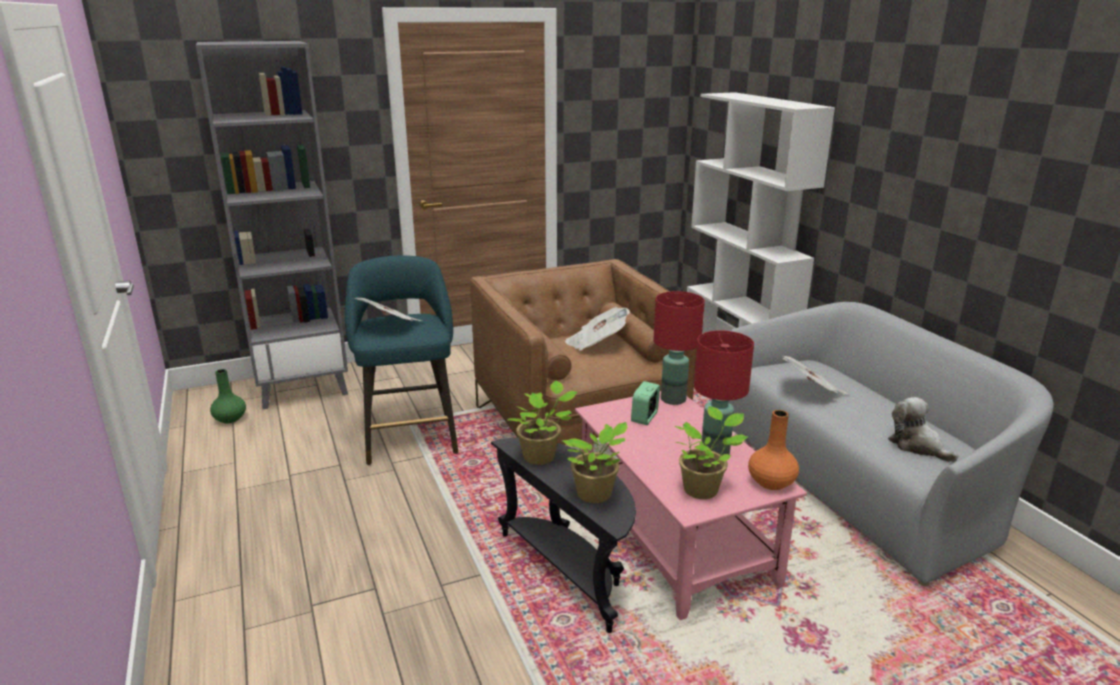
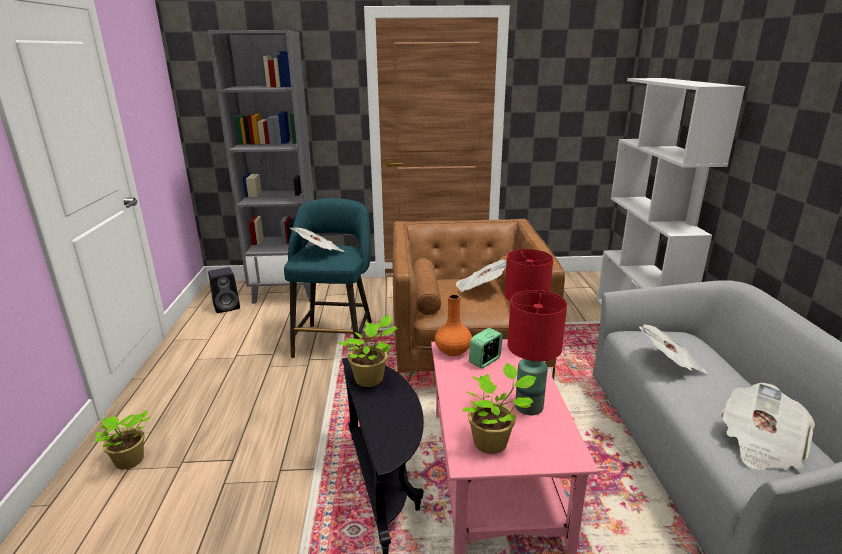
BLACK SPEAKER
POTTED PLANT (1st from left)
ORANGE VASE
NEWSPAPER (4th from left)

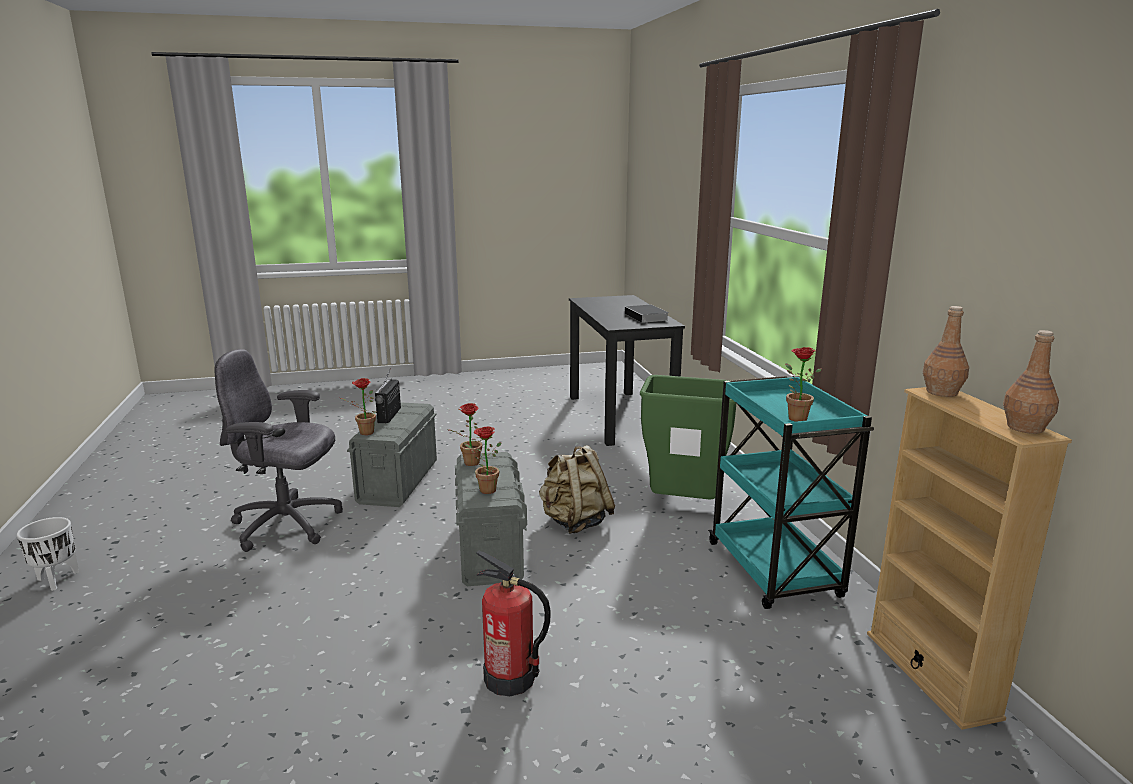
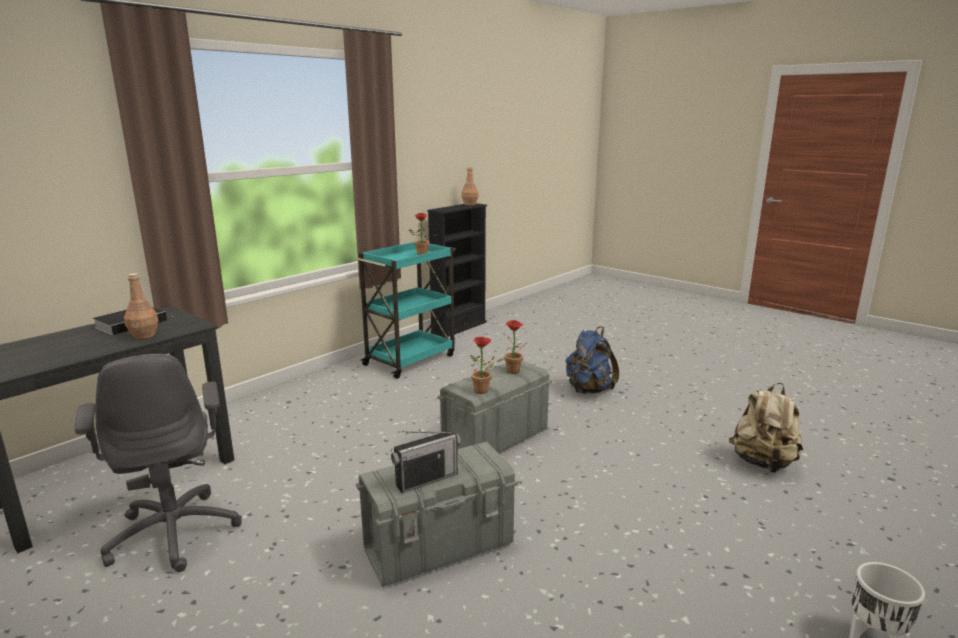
GREY OFFICE CHAIR
POTTED PLANT (1st from left in the first image)
BLUE BACKPACK
BEIGE BACKPACK
GREEN TRASH CAN
BLACK BOOKCASE
BROWN BOTTLE (1st from left)

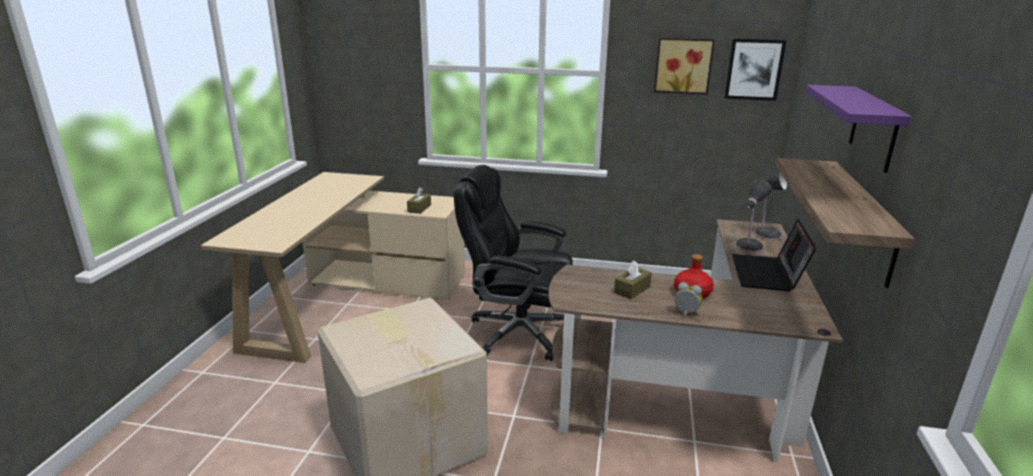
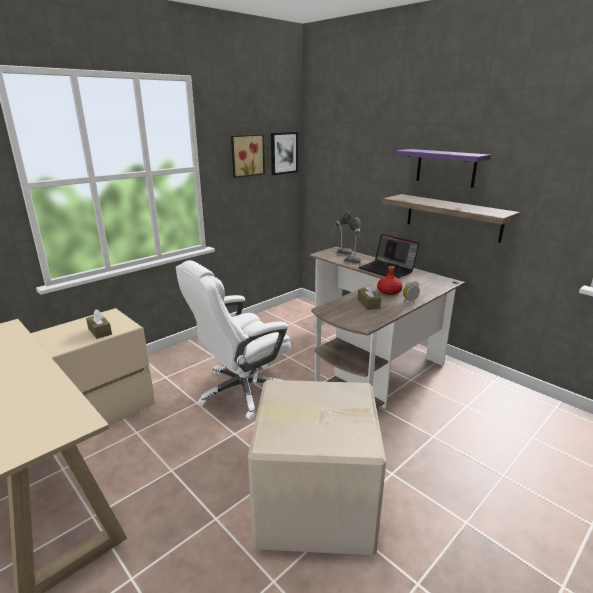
WHITE OFFICE CHAIR

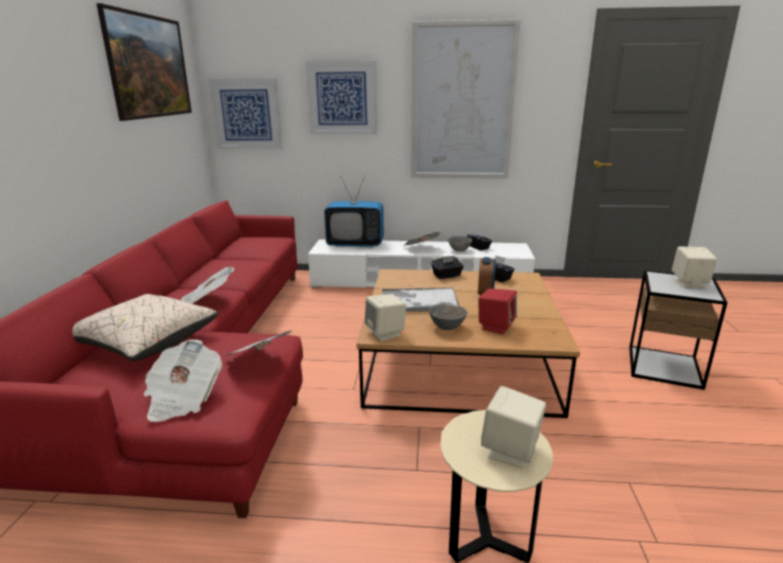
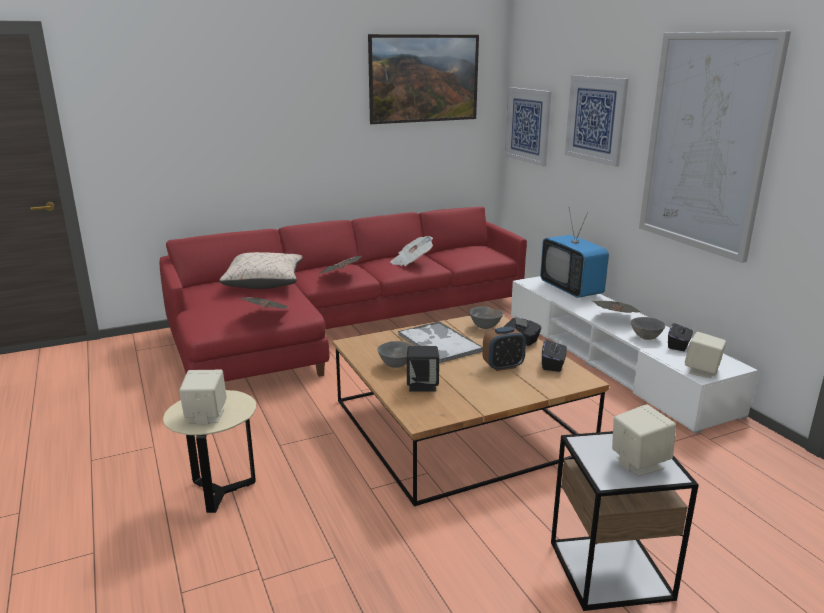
NEWSPAPER (3rd from left)
BEIGE SPEAKER (3rd from left)
BLACK SPEAKER
GREY BOWL (2nd from left)

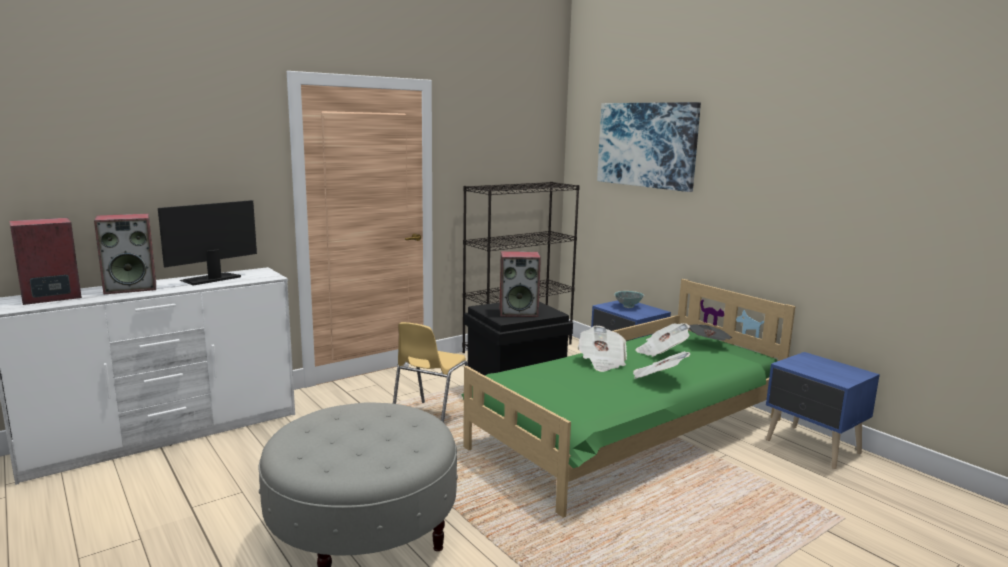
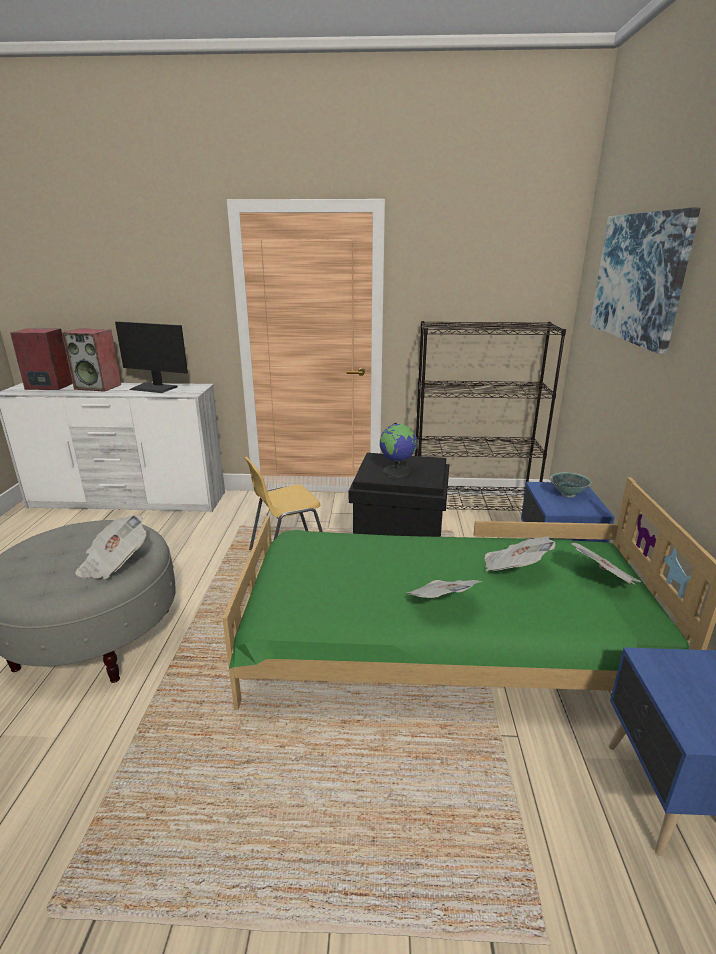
MONITOR
GLOBE
NEWSPAPER (1st from left)

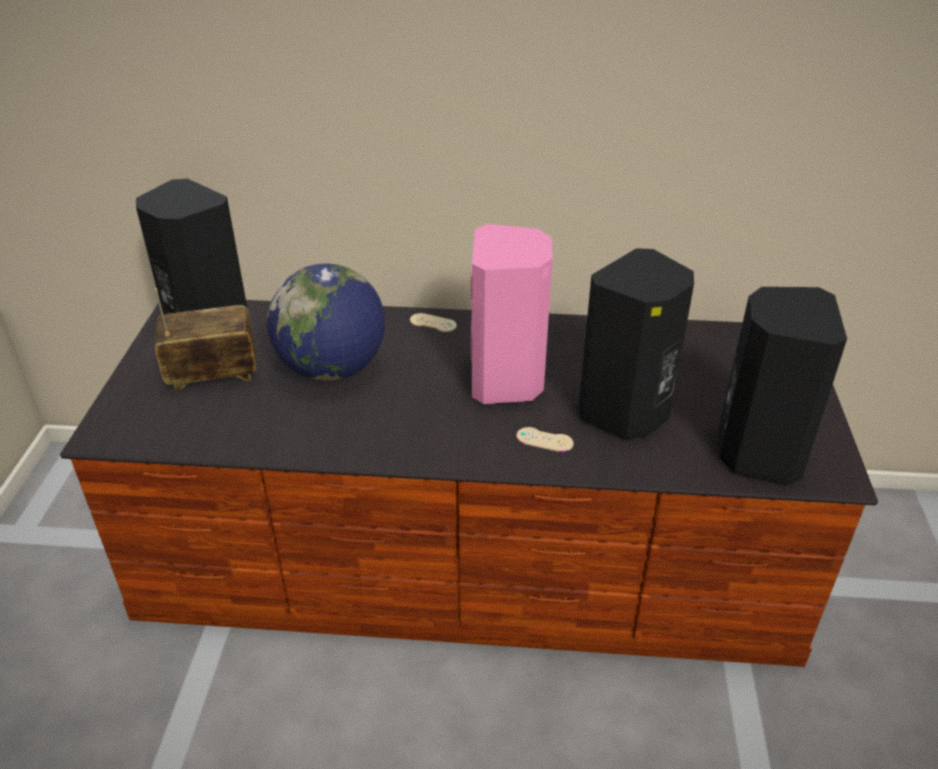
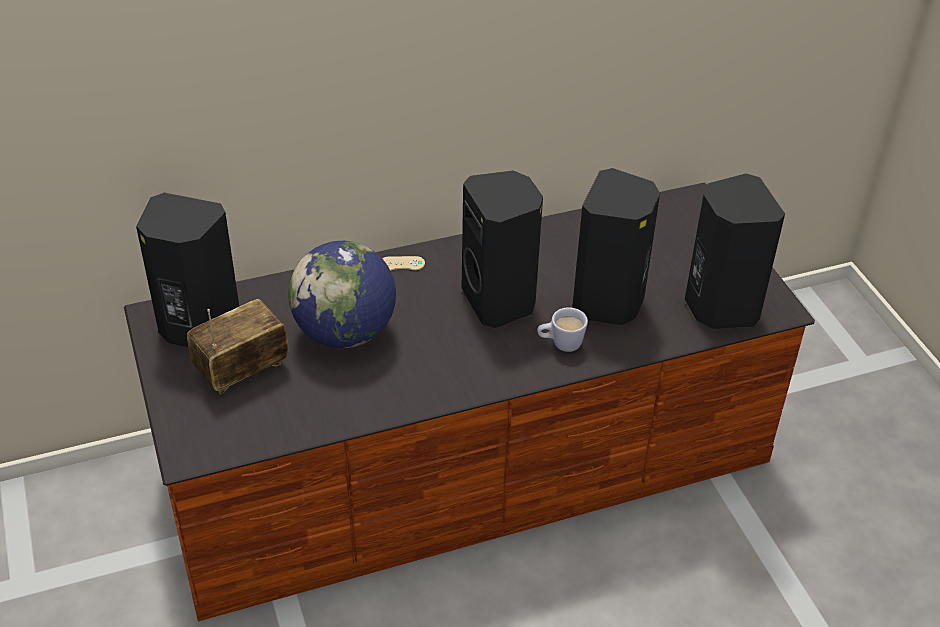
BLACK SPEAKER (2nd from left)
WHITE MUG

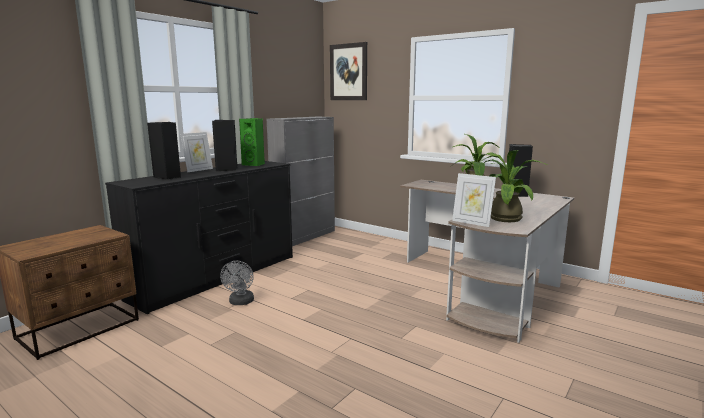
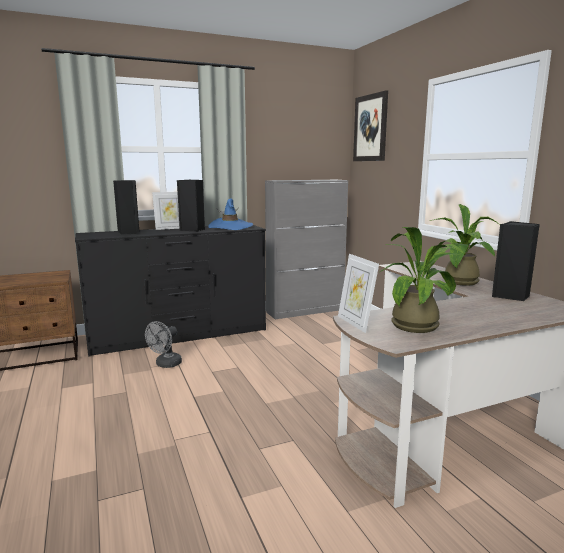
BLUE HAT

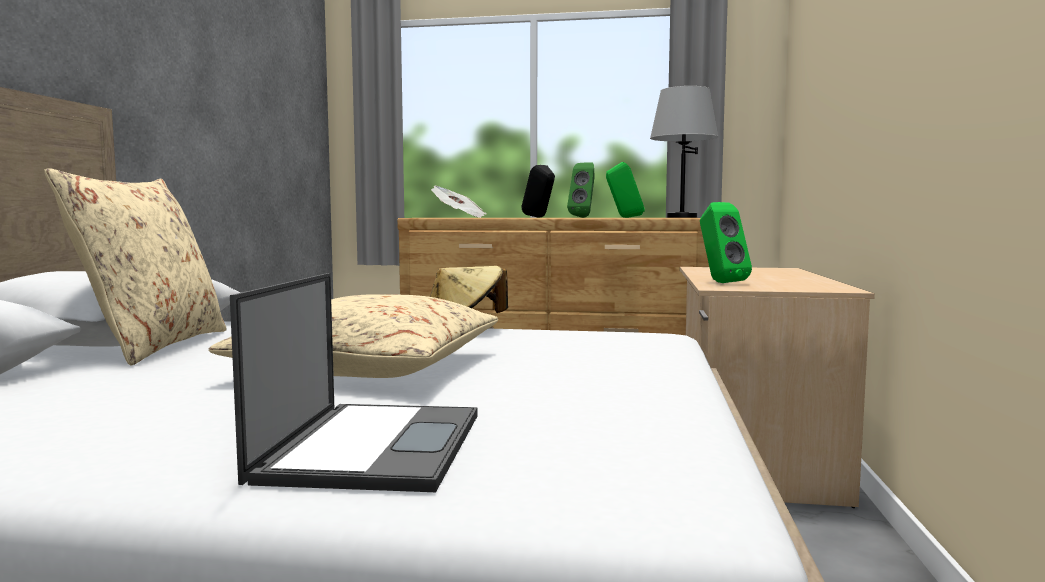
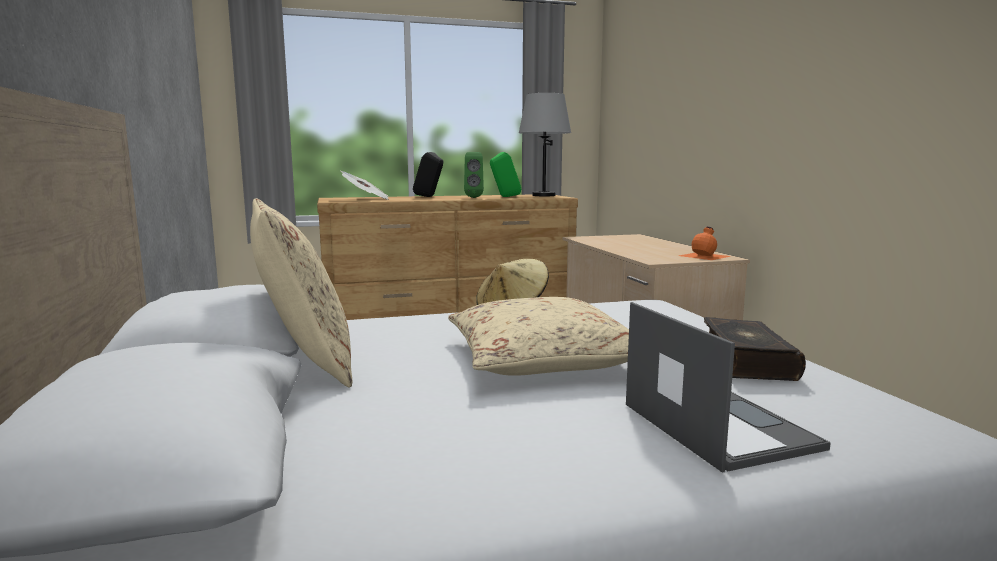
GREEN SPEAKER (3rd from left in the first image)
ORANGE BOTTLE
BOOK

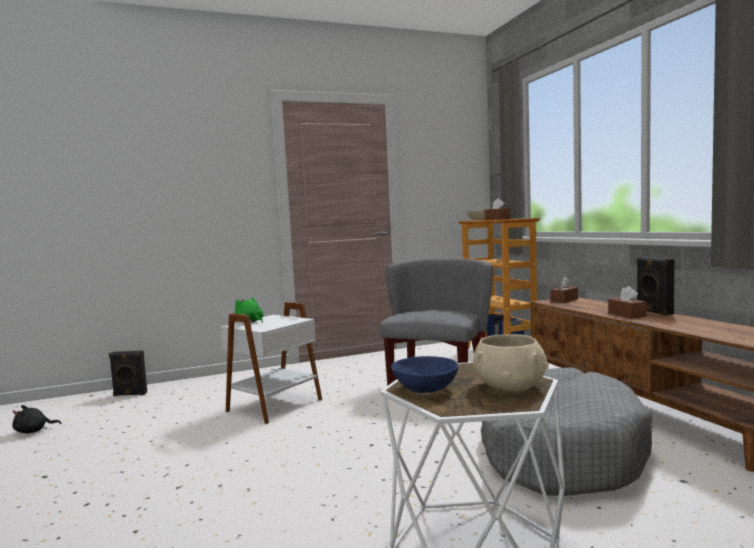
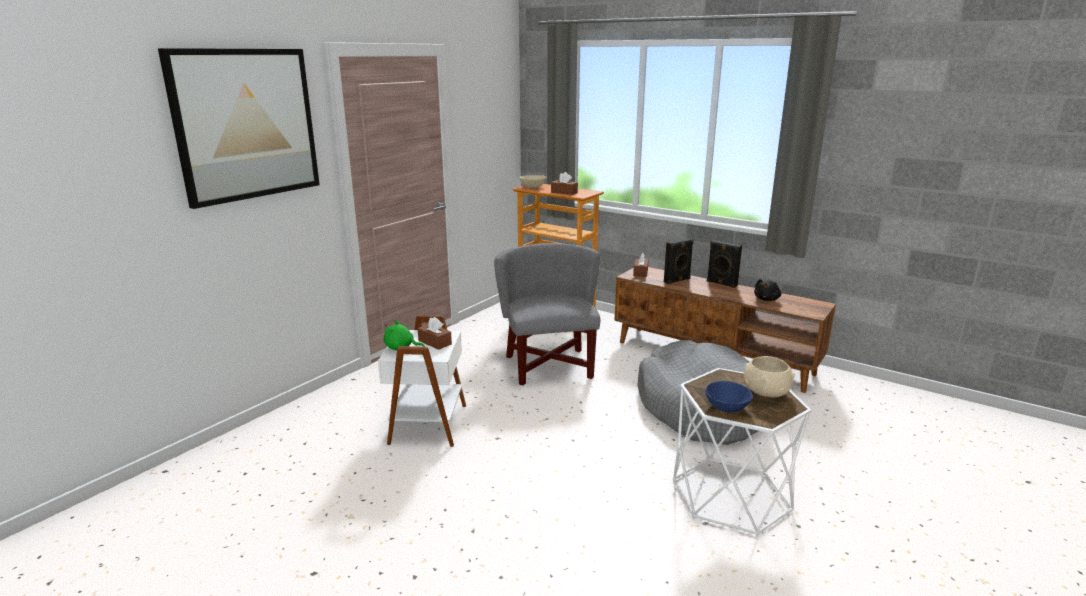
BLACK PLUSH TOY
BLACK SPEAKER (1st from left)
BROWN TISSUE BOX (1st from left)
PICTURE

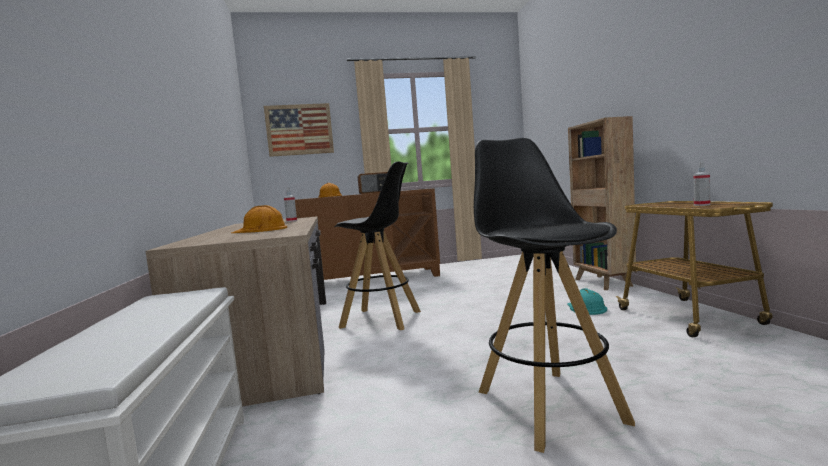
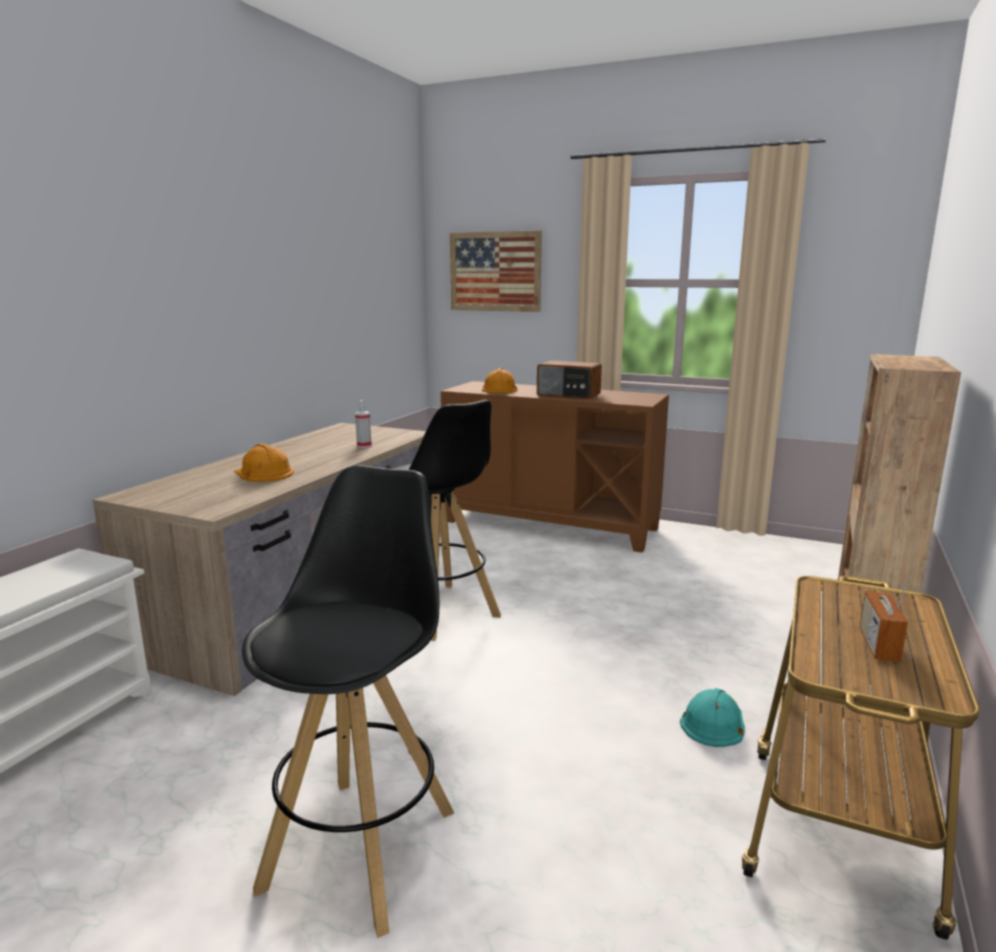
RADIO (2nd from left)

